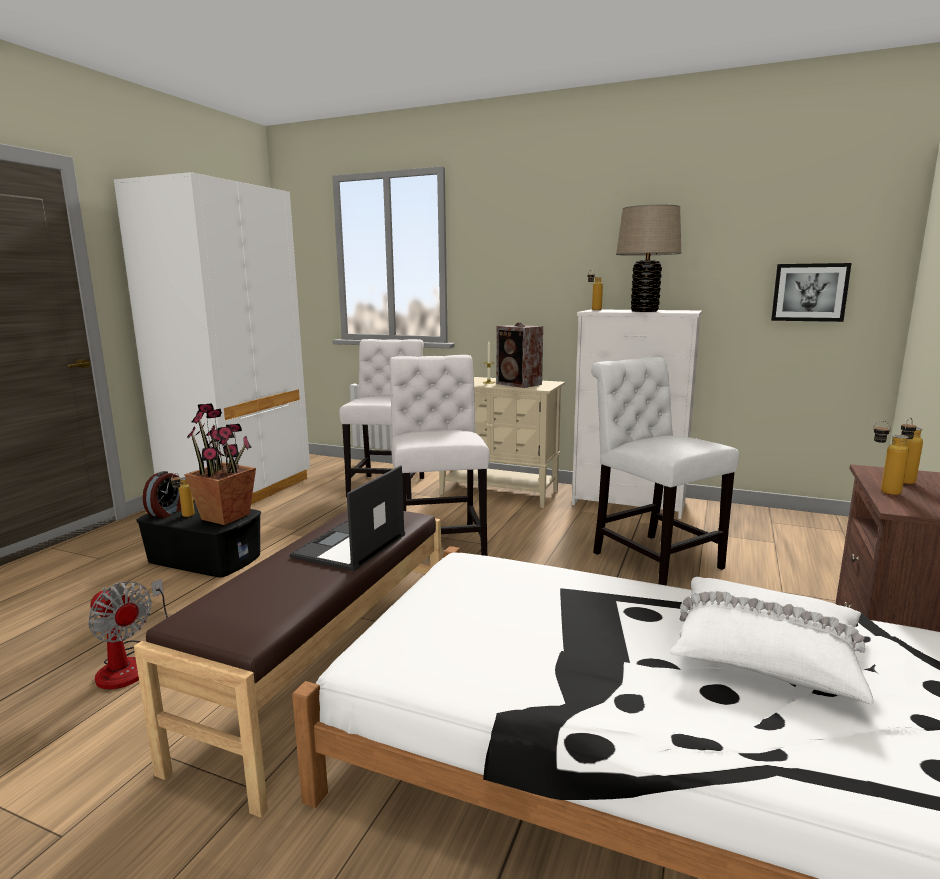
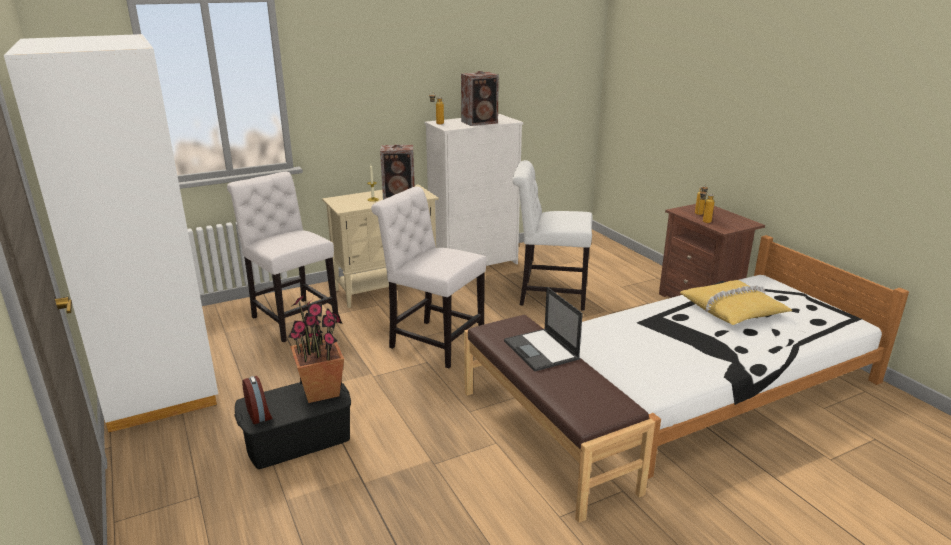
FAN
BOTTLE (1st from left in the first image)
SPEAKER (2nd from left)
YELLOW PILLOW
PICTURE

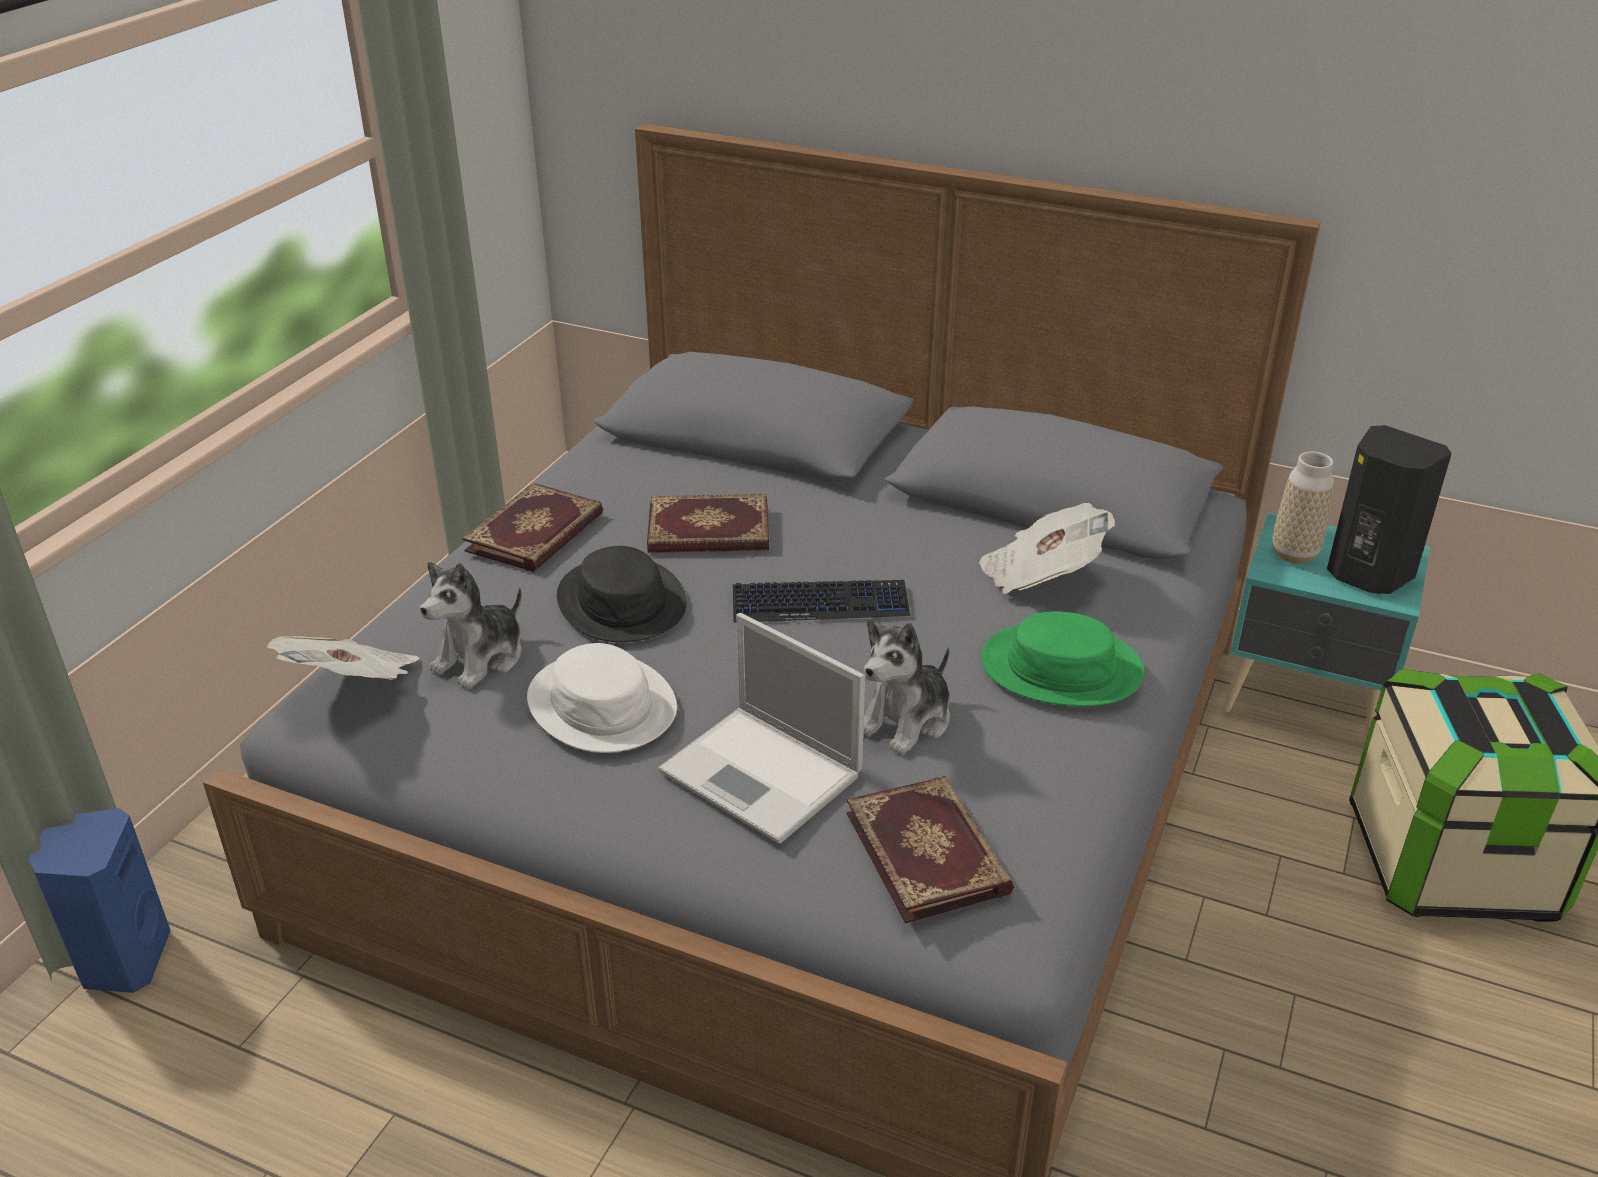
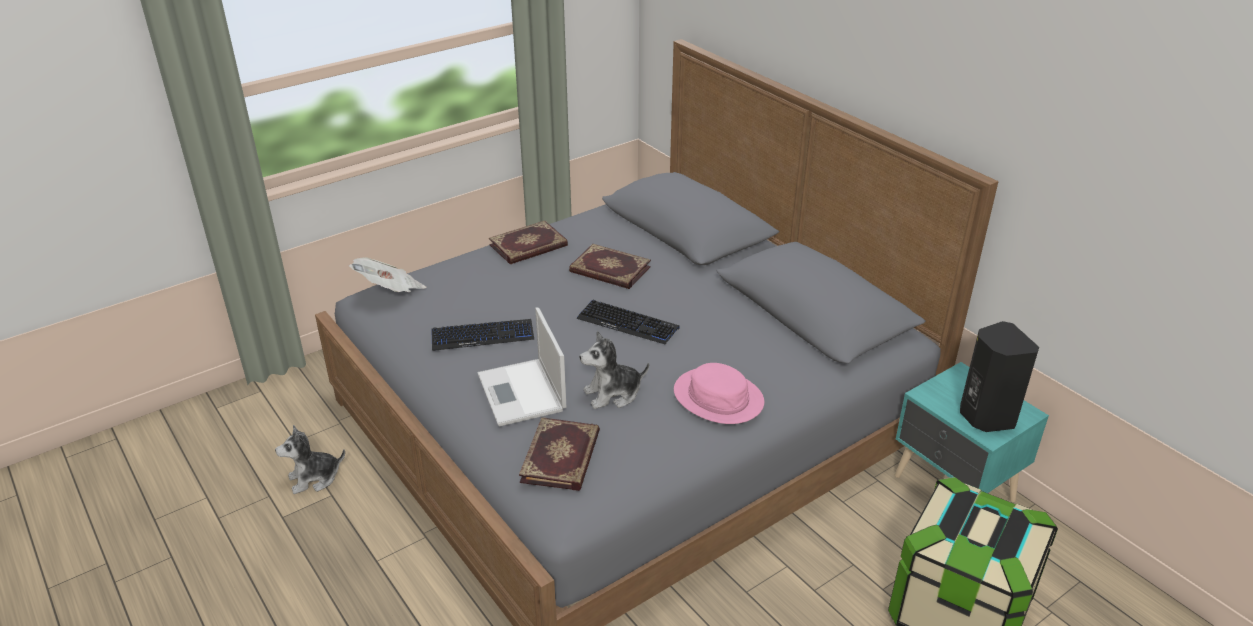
BLUE SPEAKER
PLUSH TOY (1st from left)
KEYBOARD (1st from left)
BLACK HAT
NEWSPAPER (2nd from left in the first image)
PINK HAT
VASE

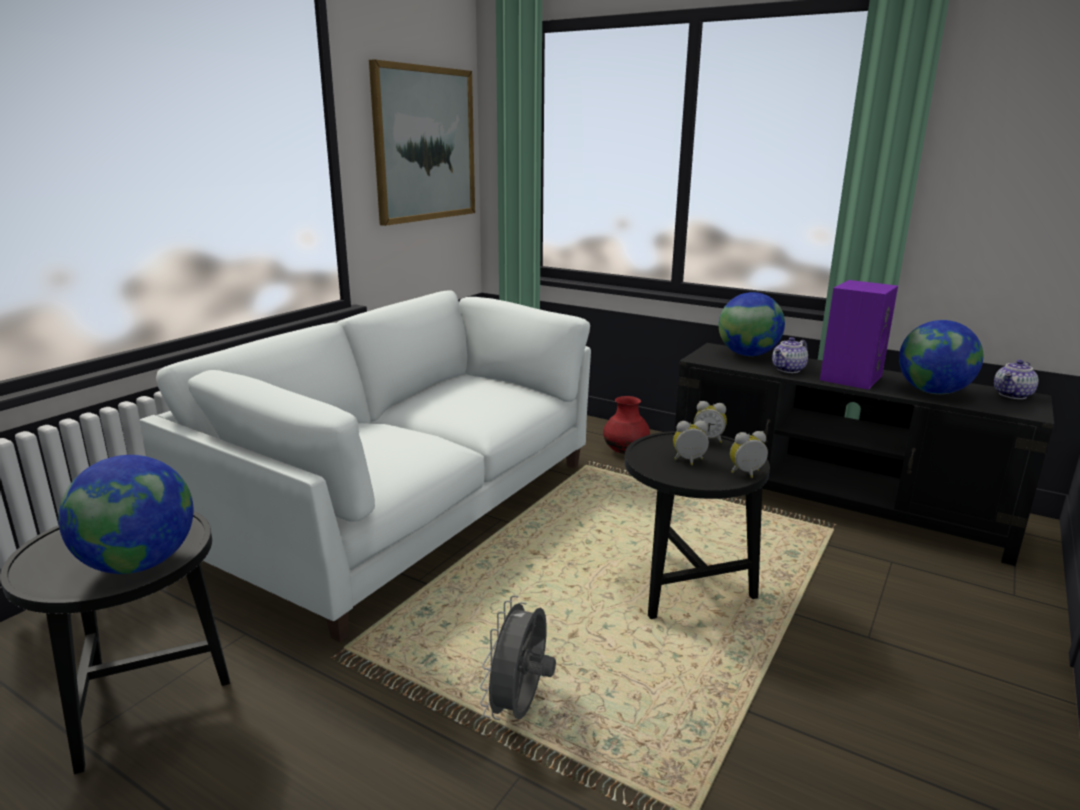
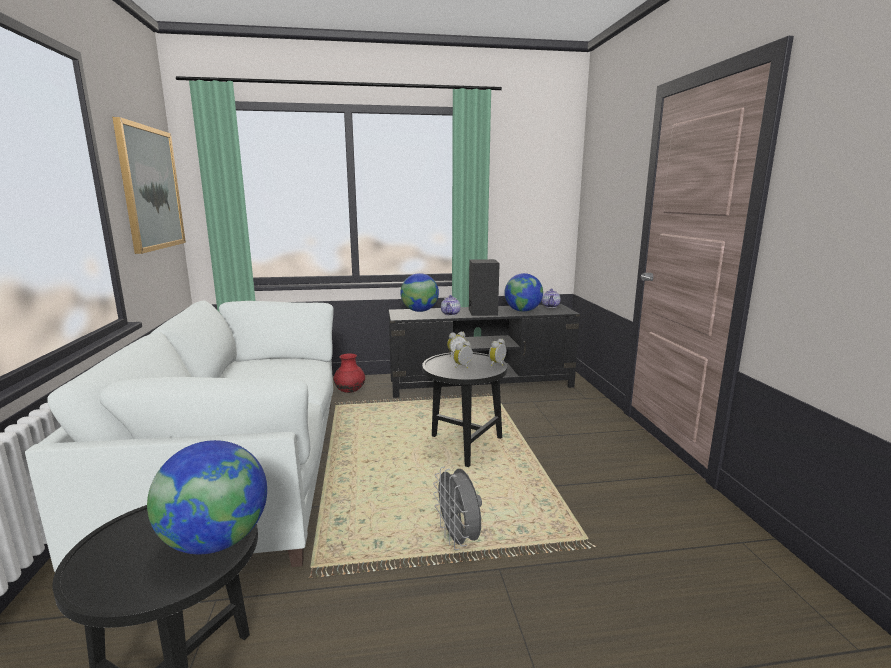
BLACK SPEAKER

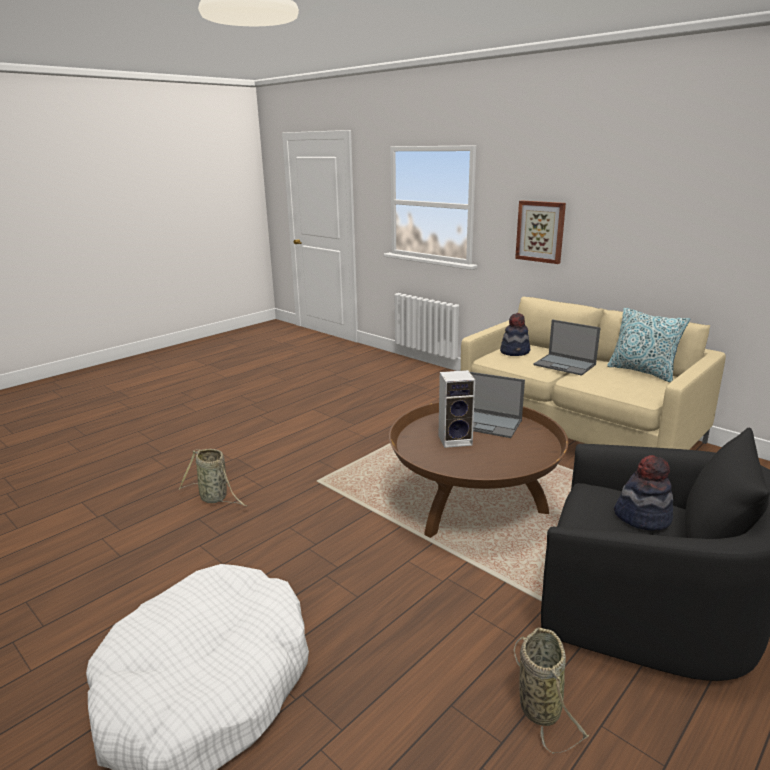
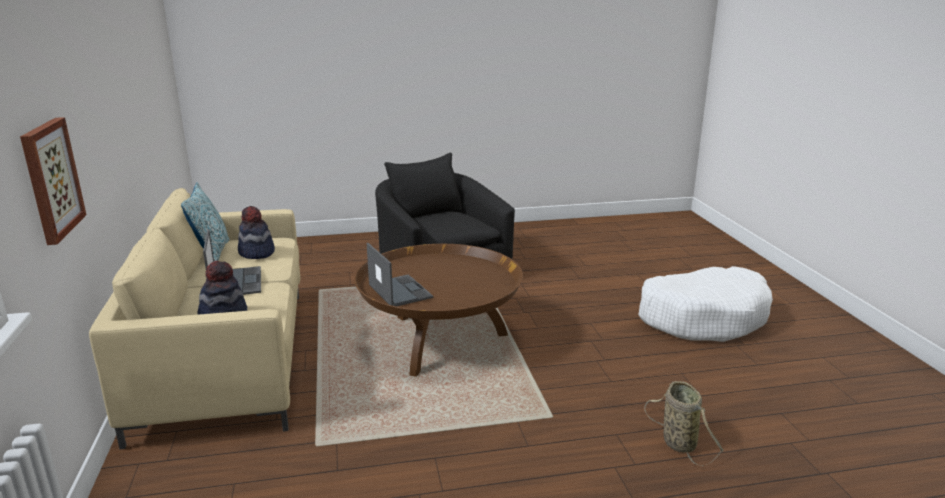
SPEAKER
BASKET (2nd from left in the first image)
HAT (2nd from left)

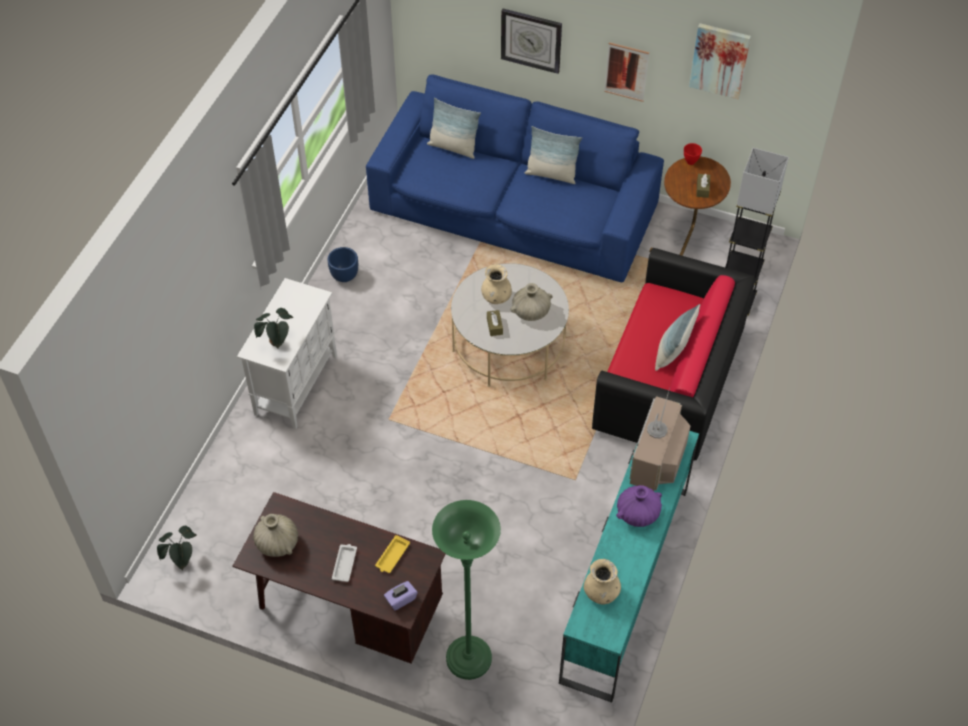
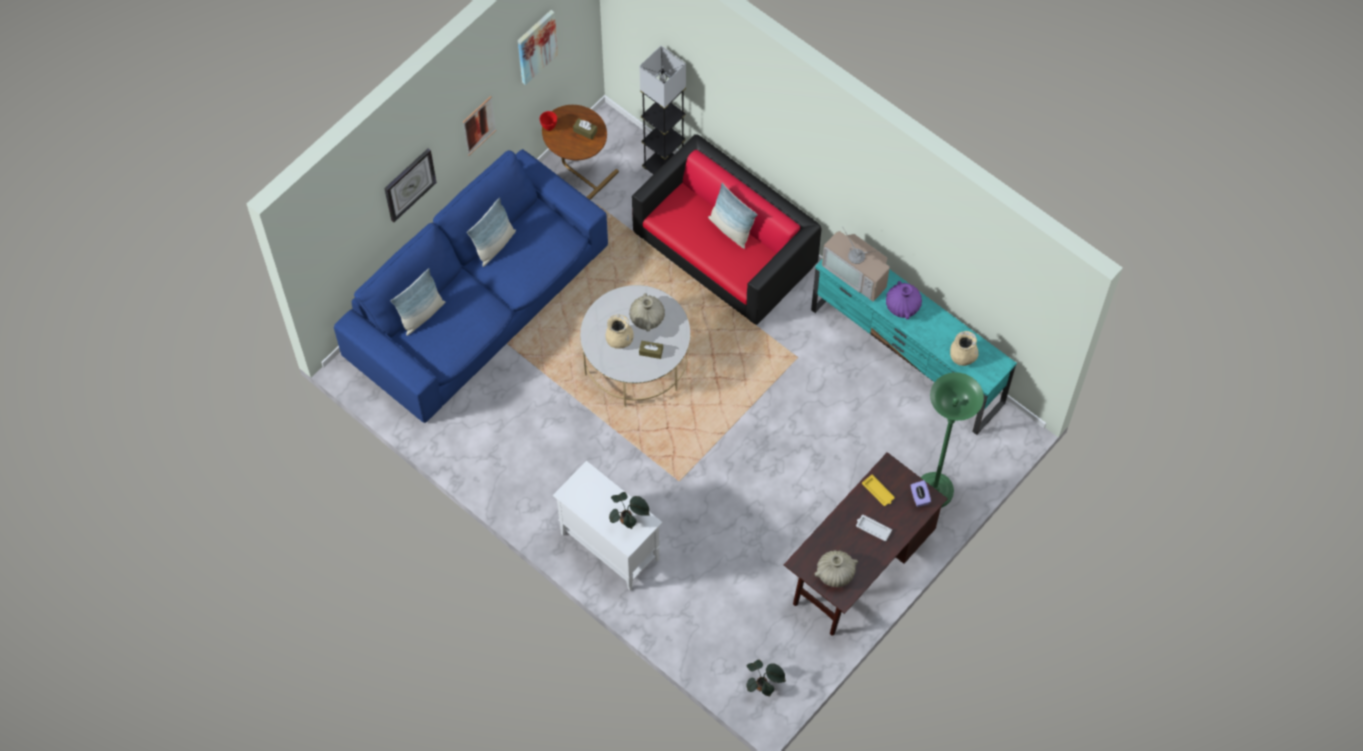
BLUE PLANTER

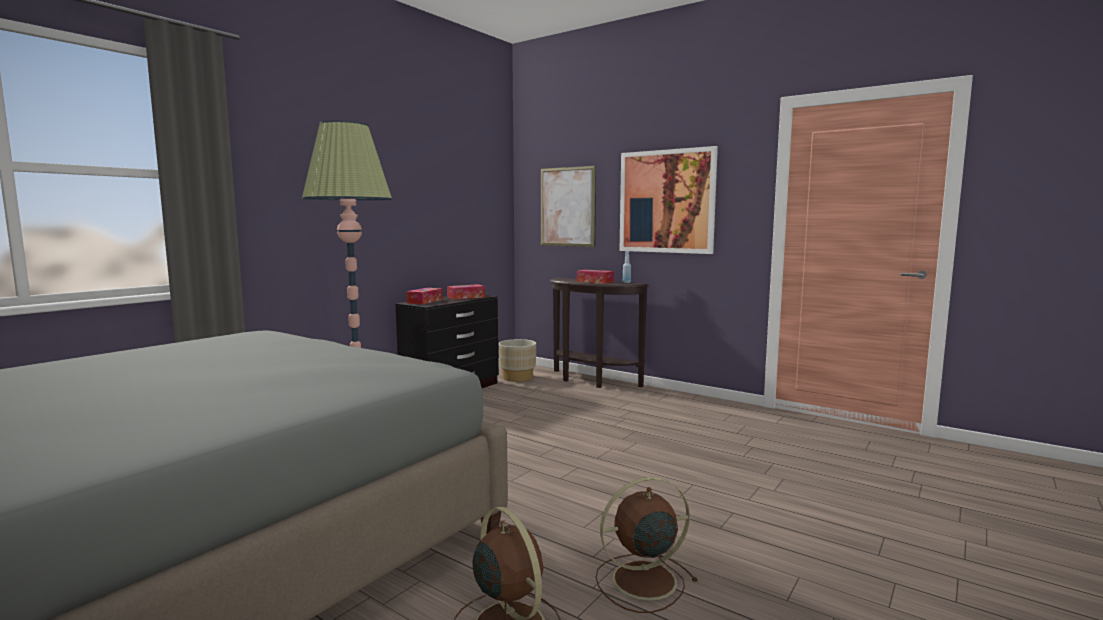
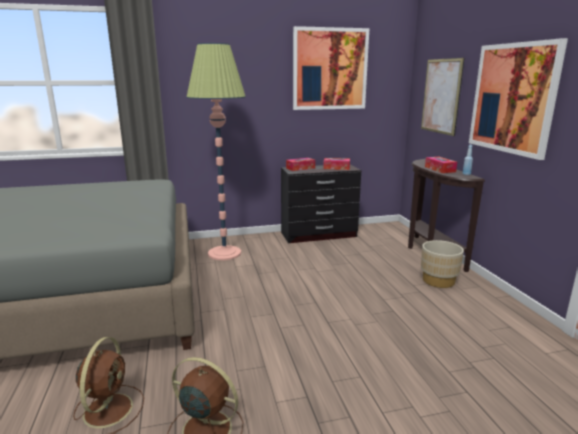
BEIGE PLANTER
PICTURE (1st from left)

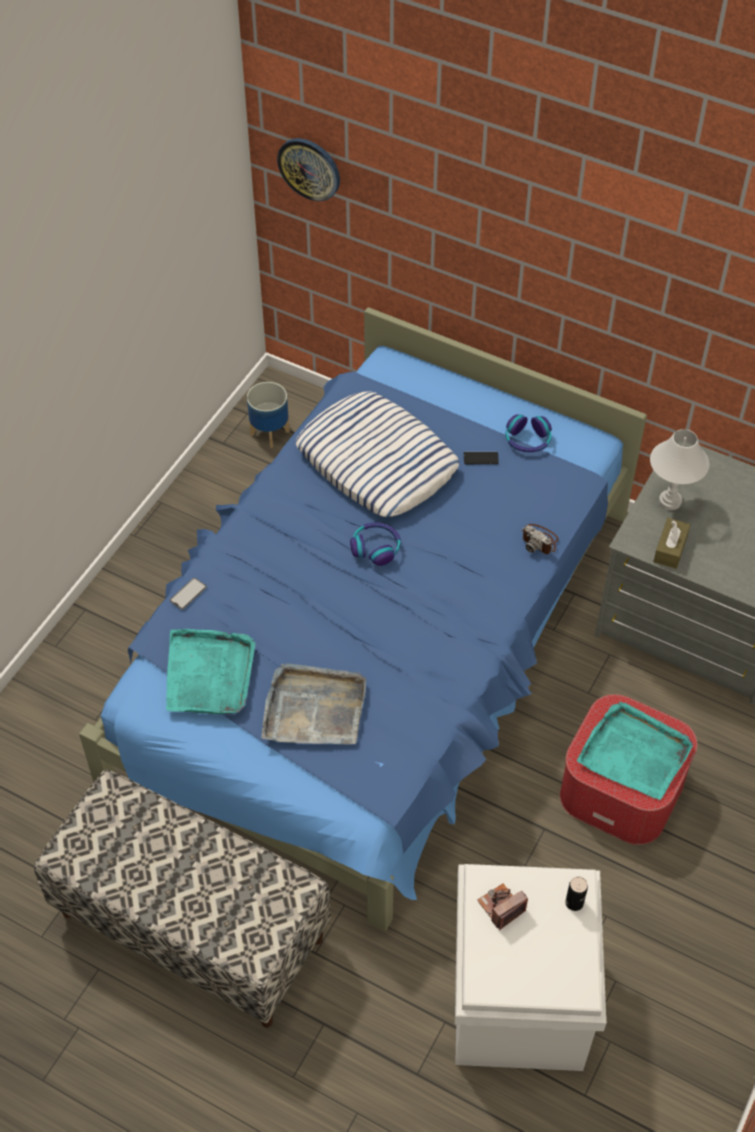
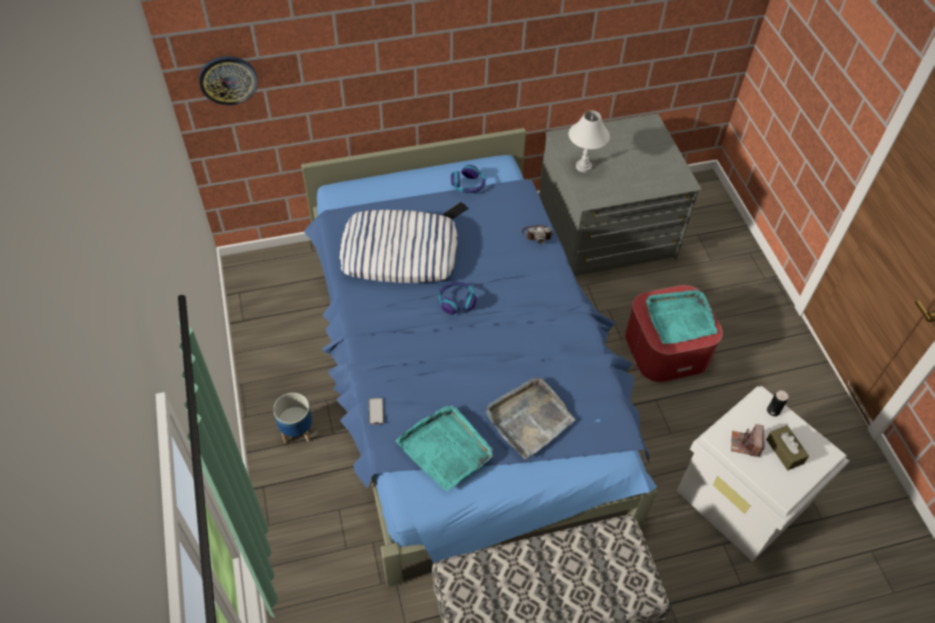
PLANTER
BROWN TISSUE BOX

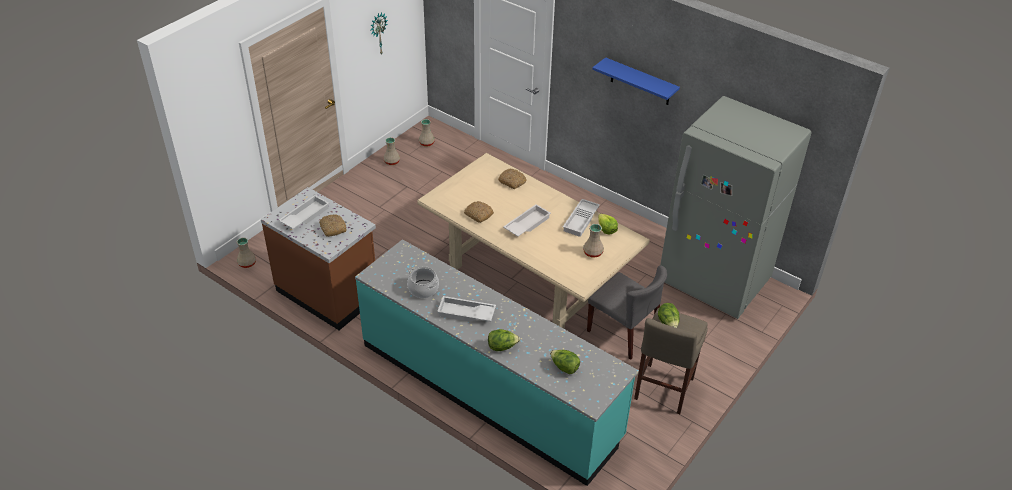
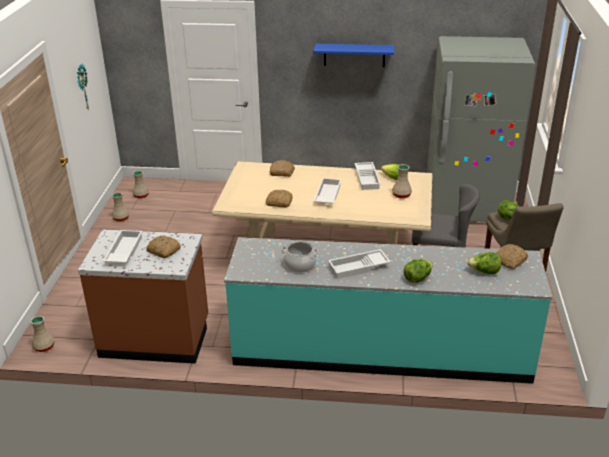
BREAD (4th from left)

